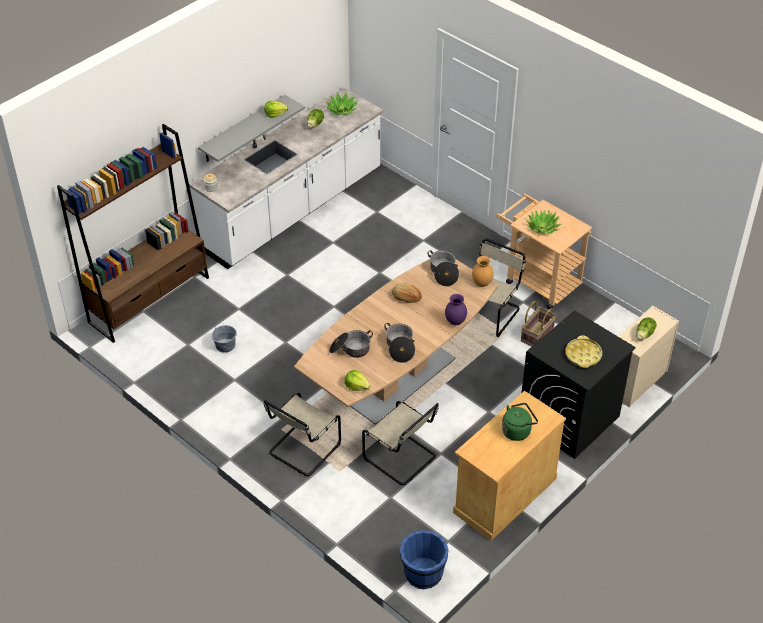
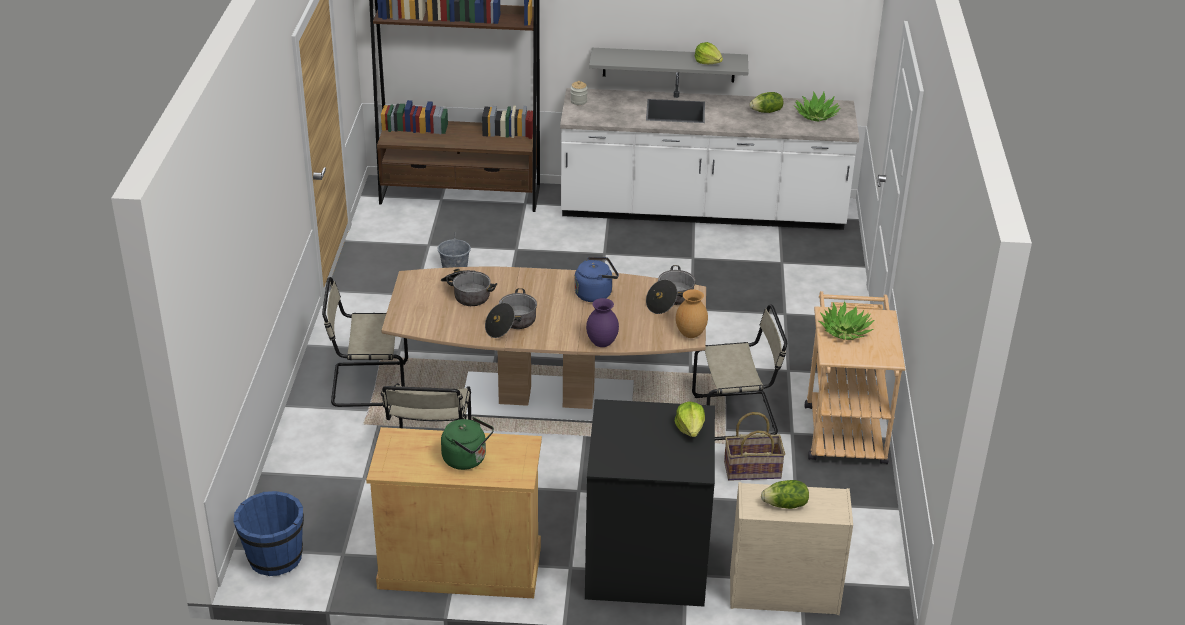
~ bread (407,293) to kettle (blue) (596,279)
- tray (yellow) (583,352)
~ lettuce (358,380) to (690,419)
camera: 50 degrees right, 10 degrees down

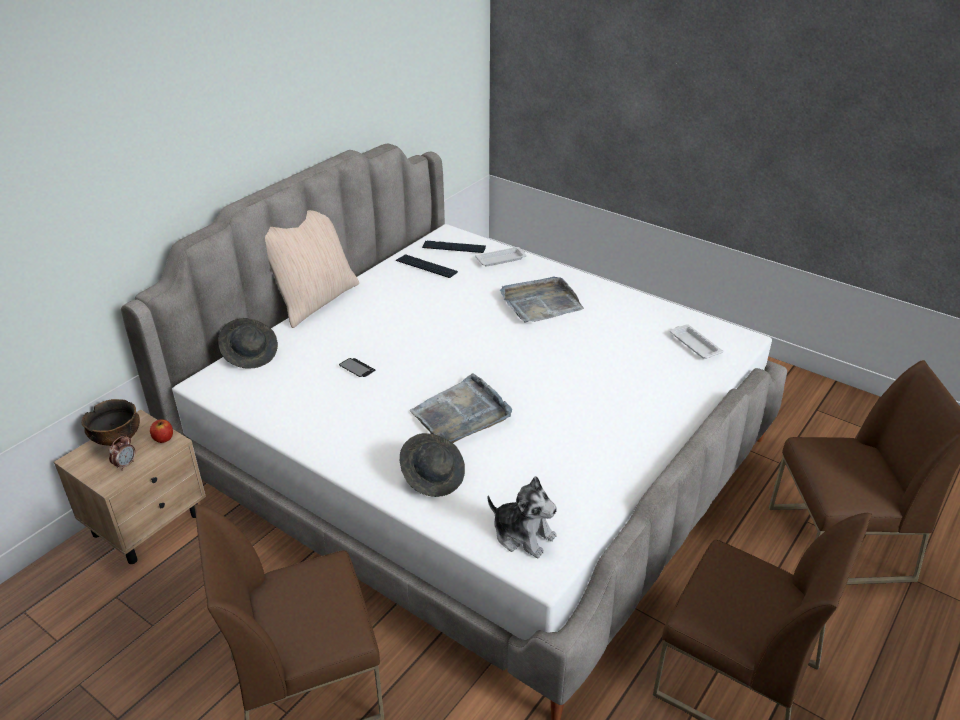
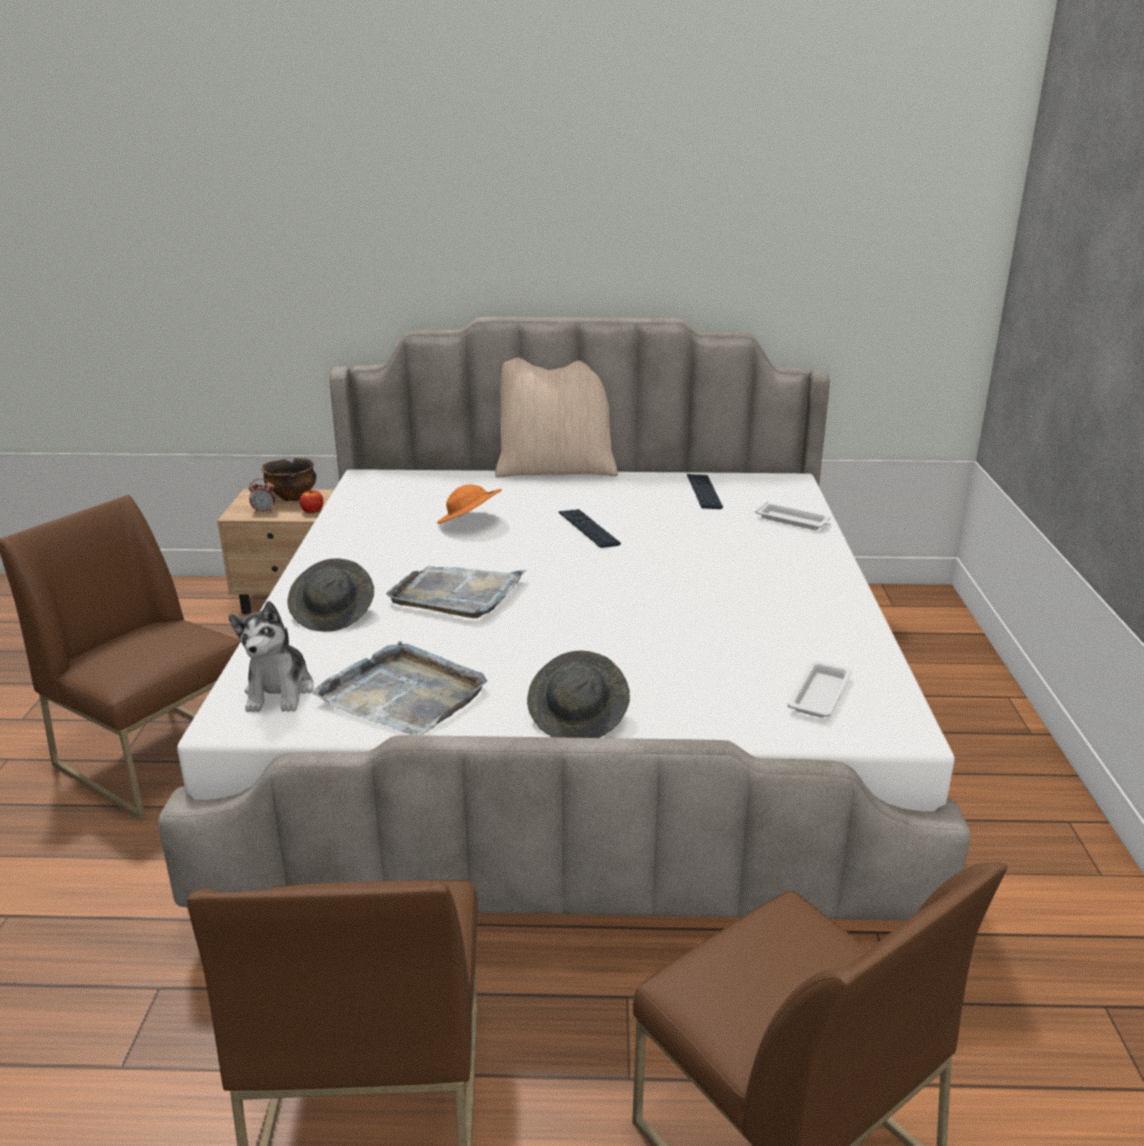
~ keyboard (454,247) to (589,528)
~ tray (grey) (542,299) to (399,688)
~ hat (grey) (248,343) to (578,694)
~ phone (357,367) to hat (orange) (469,504)
camera: 55 degrees right, 10 degrees down

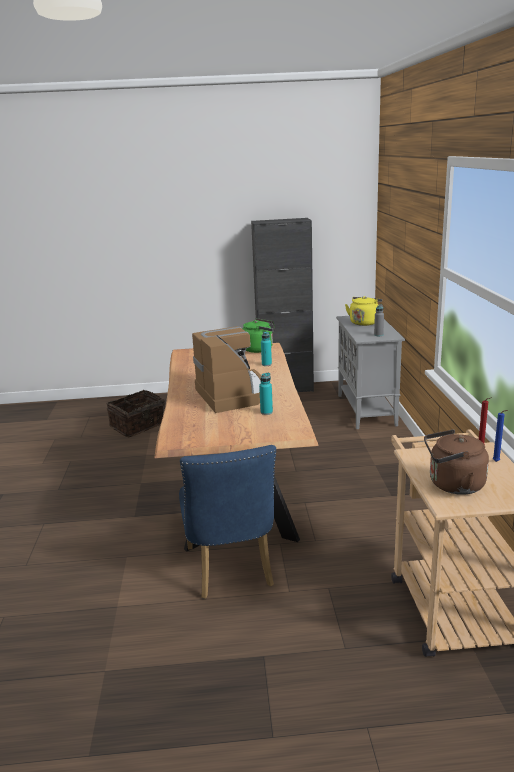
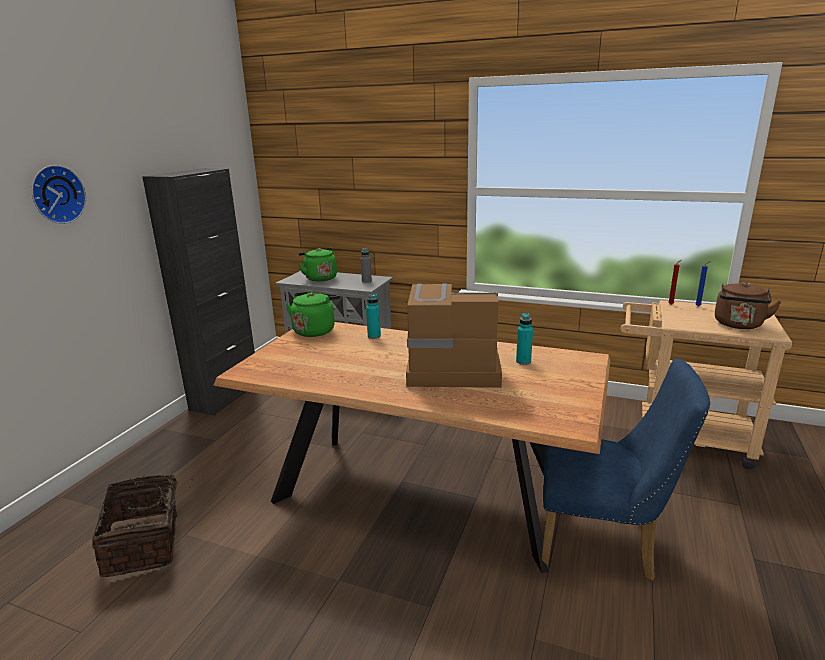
~ kettle (yellow) (363,311) to kettle (green) (317,265)
+ wall clock (58,194)
camera: 65 degrees left, 0 degrees up

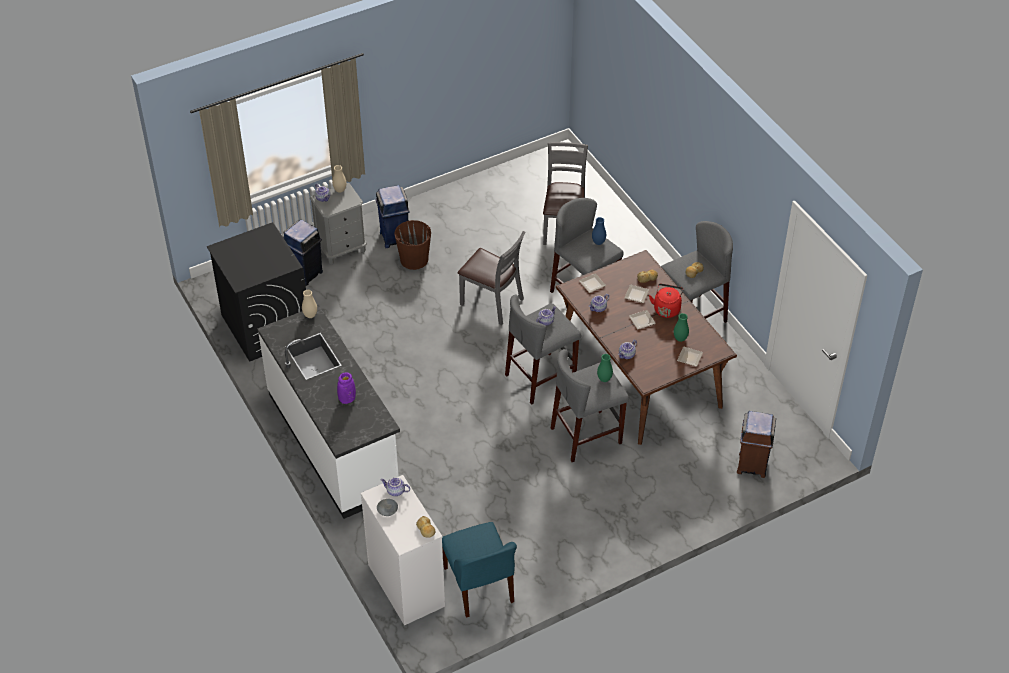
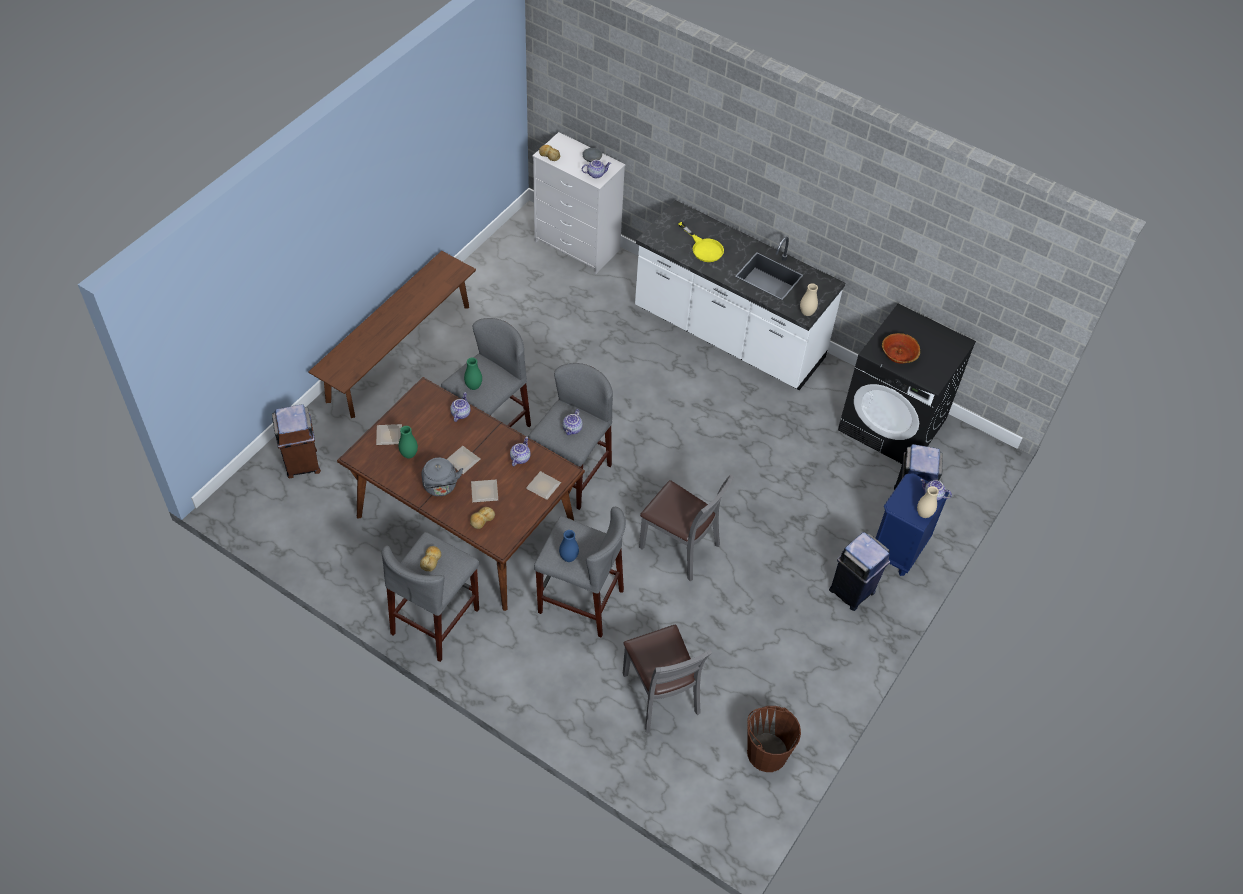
~ nightstand (grey) (338,223) to nightstand (blue) (912,524)
~ bucket (brown) (412,245) to (774,739)
~ chair (grey) (491,278) = (686,528) 150 degrees counterclockwise
~ kettle (red) (666,300) to kettle (grey) (442,477)
~ vase (purple) (346,388) to frying pan (yellow) (701,242)
- chair (blue) (479,570)
+ bench (brown) (392,334)
+ bowl (901,348)
camera: 150 degrees right, 5 degrees up

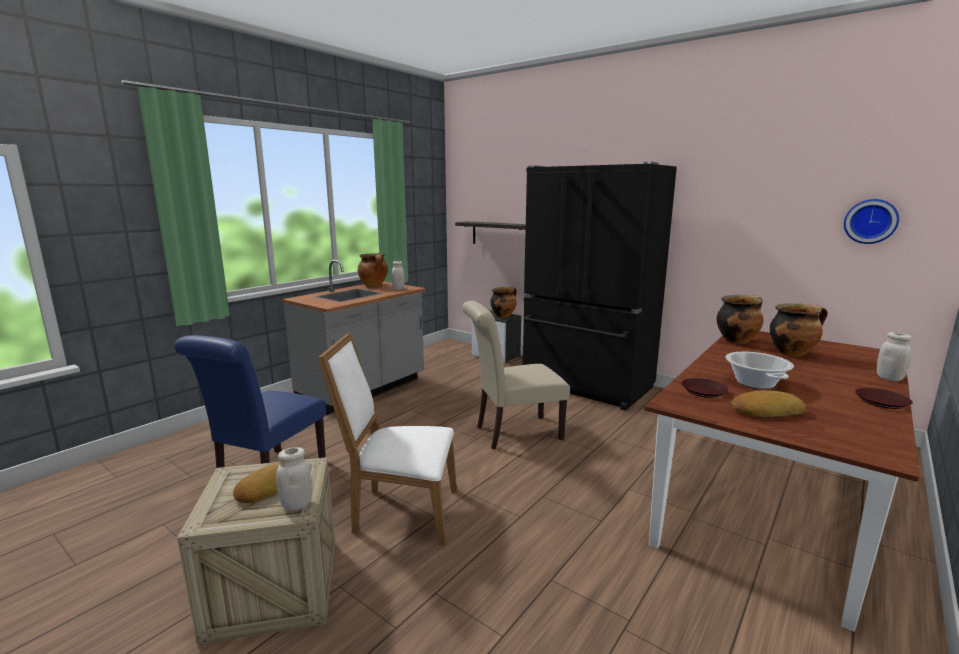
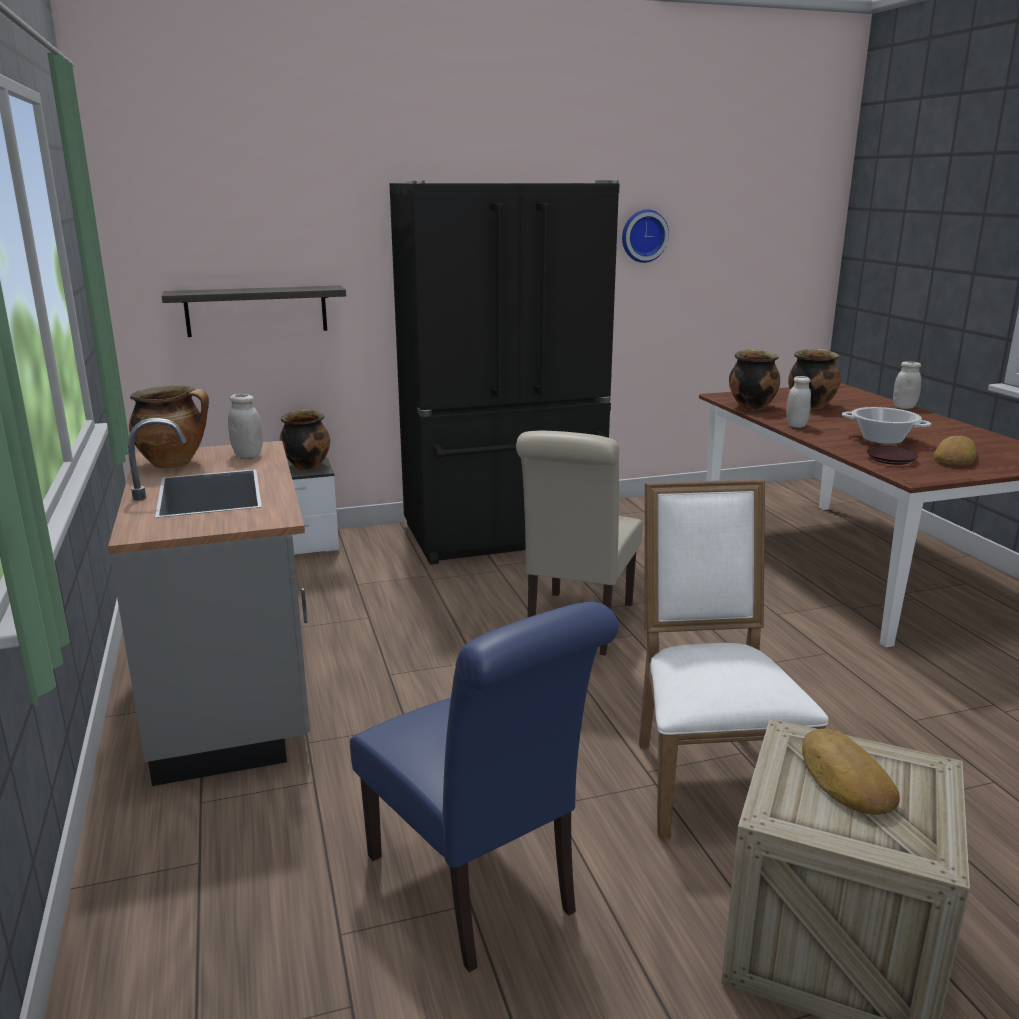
~ wall clock (871,221) to (645,236)
~ chair (white) (387,439) = (734,659) 135 degrees clockwise
- plate (brown) (884,398)
~ jar (white) (294,479) to (798,402)
camera: 55 degrees left, 5 degrees up

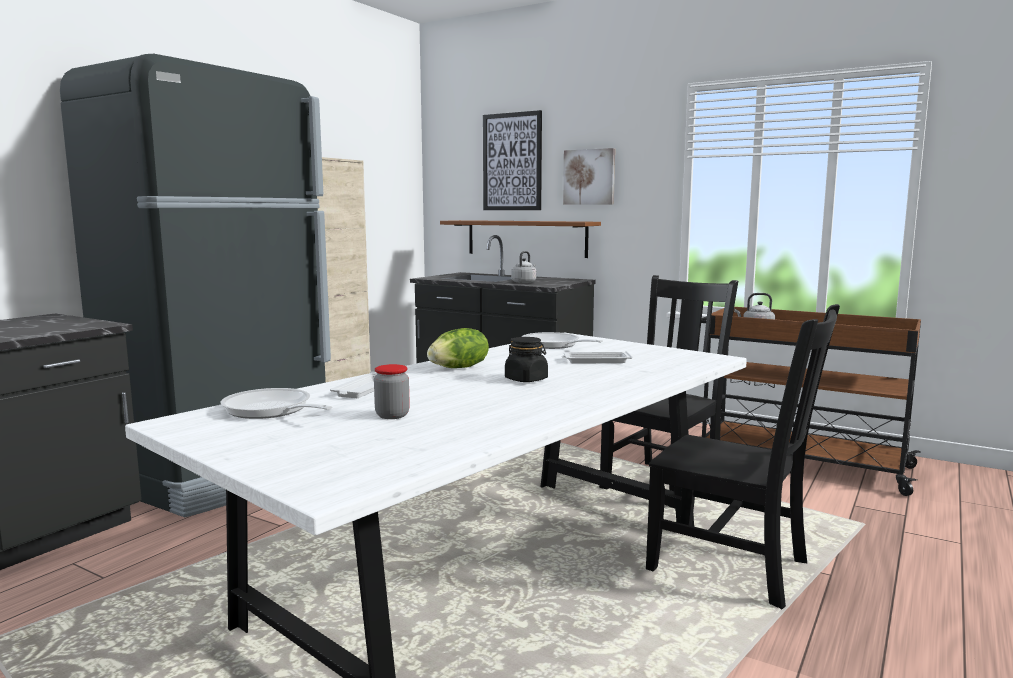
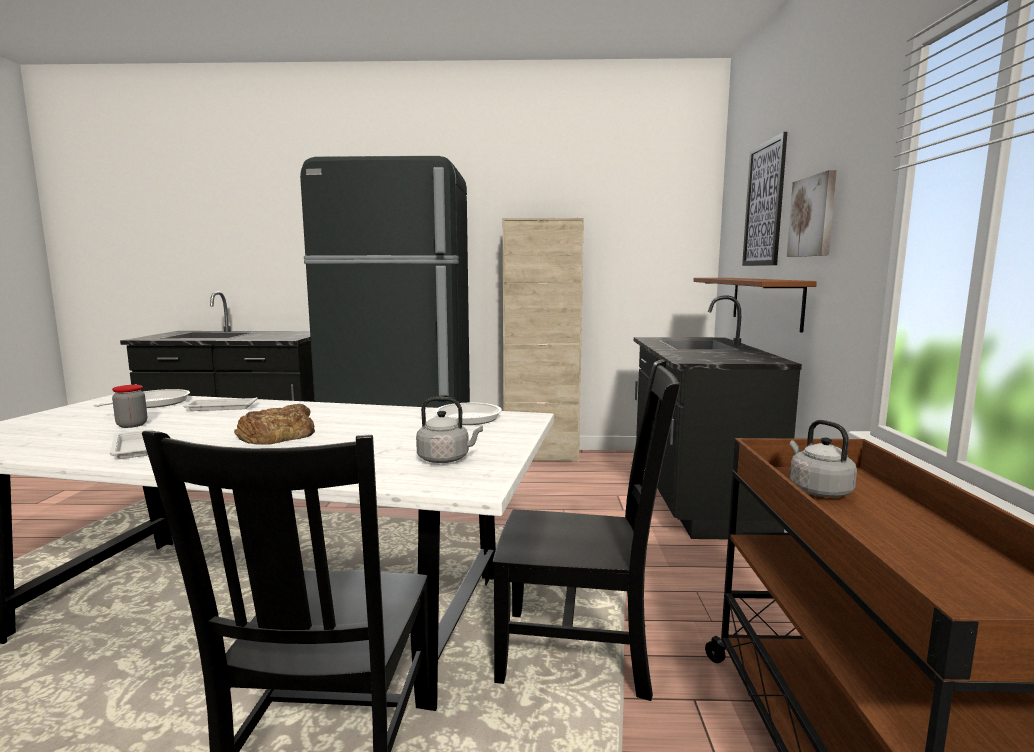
~ kettle (grey) (523,267) to (449,430)
- lettuce (458,348)
~ jar (black) (526,359) to bread (274,424)
~ tray (white) (597,357) to (132,444)
camera: 60 degrees right, 0 degrees up

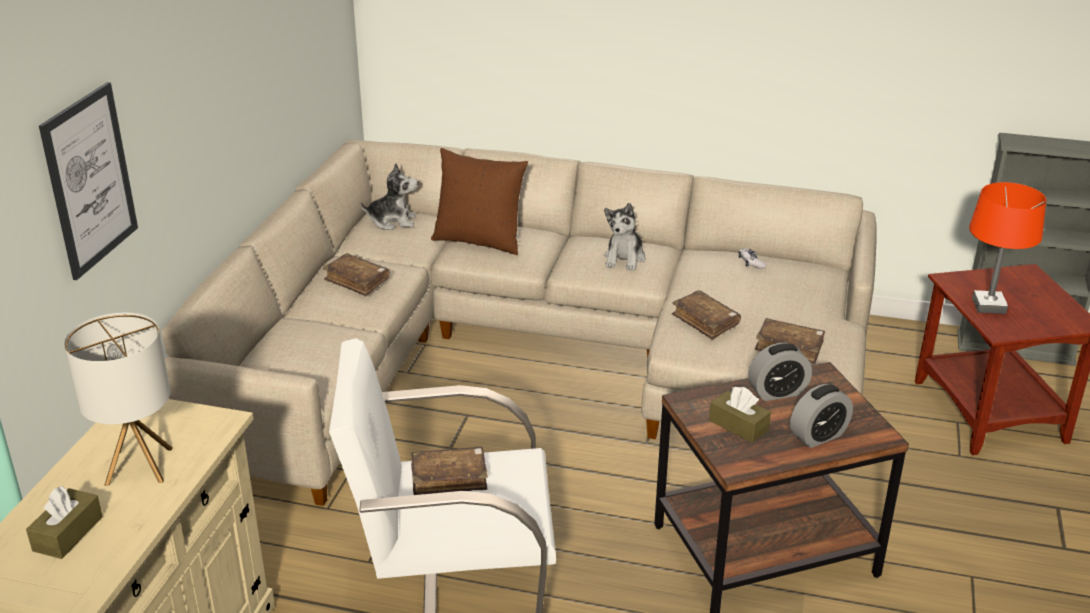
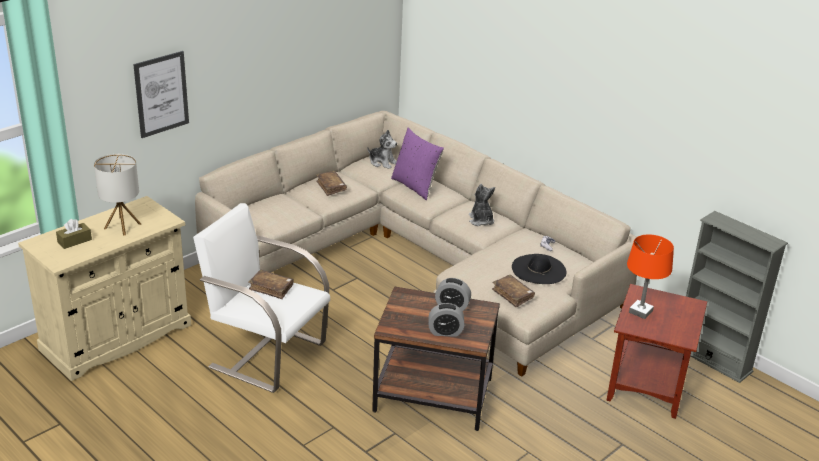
~ pillow (brown) (479,201) to pillow (purple) (417,164)
~ plush toy (624,237) = (482,205) 120 degrees clockwise
- book (brown) (706,315)
- tissue box (brown) (740,415)
+ hat (black) (539,269)
camera: 30 degrees right, 0 degrees up

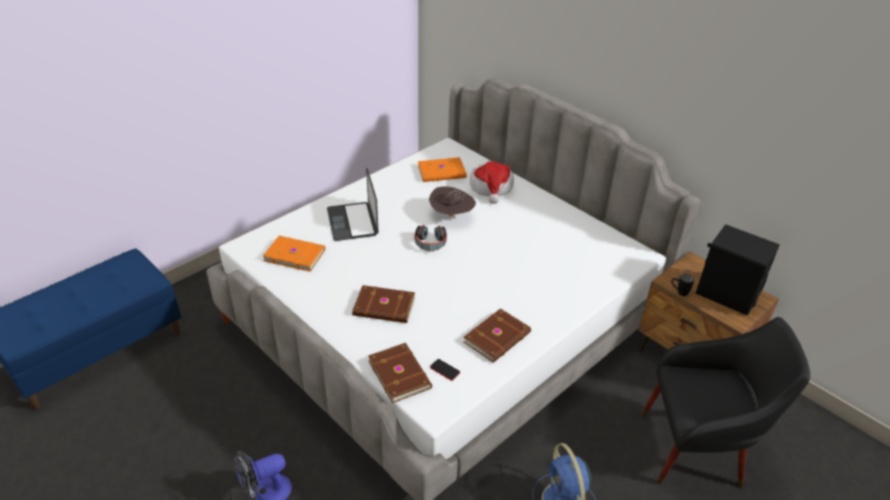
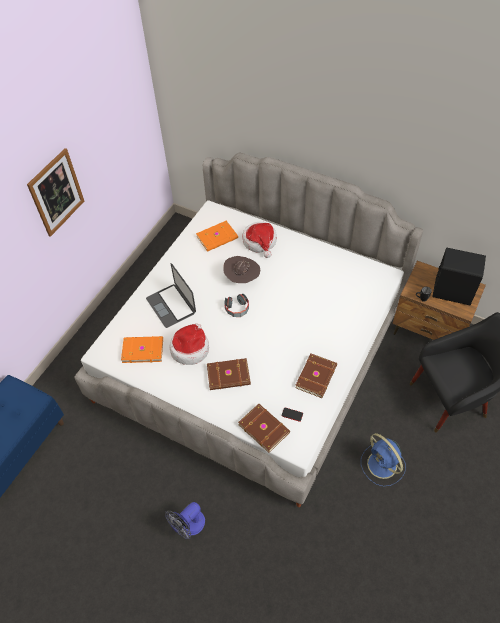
+ picture (55,192)
+ hat (189,344)
camera: 15 degrees left, 15 degrees up

